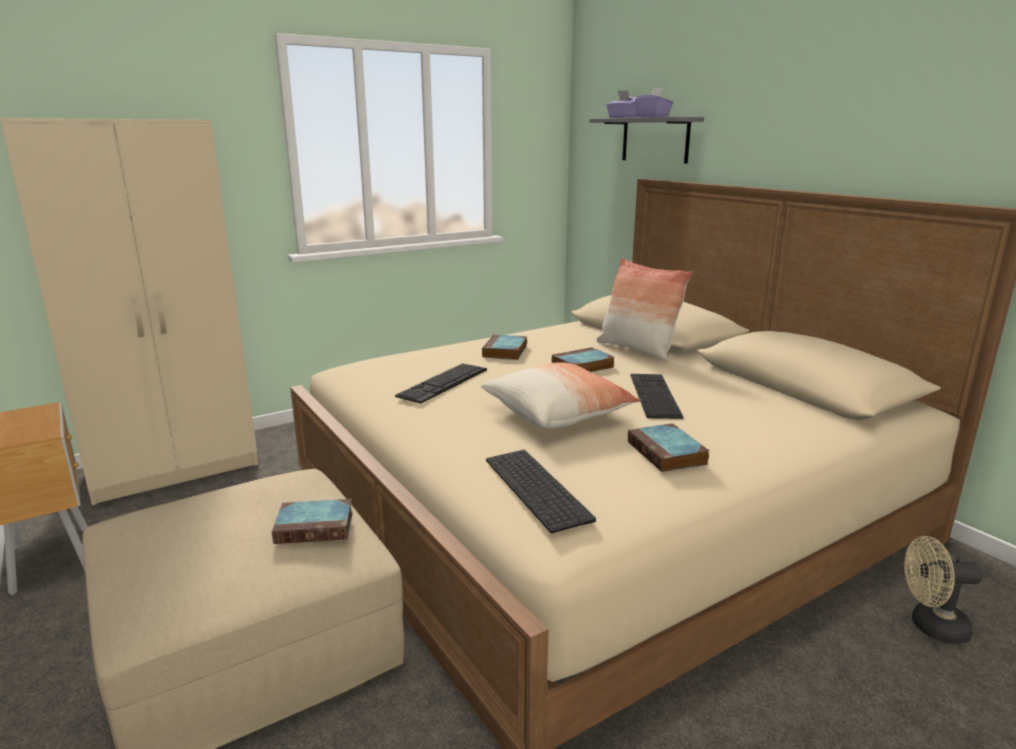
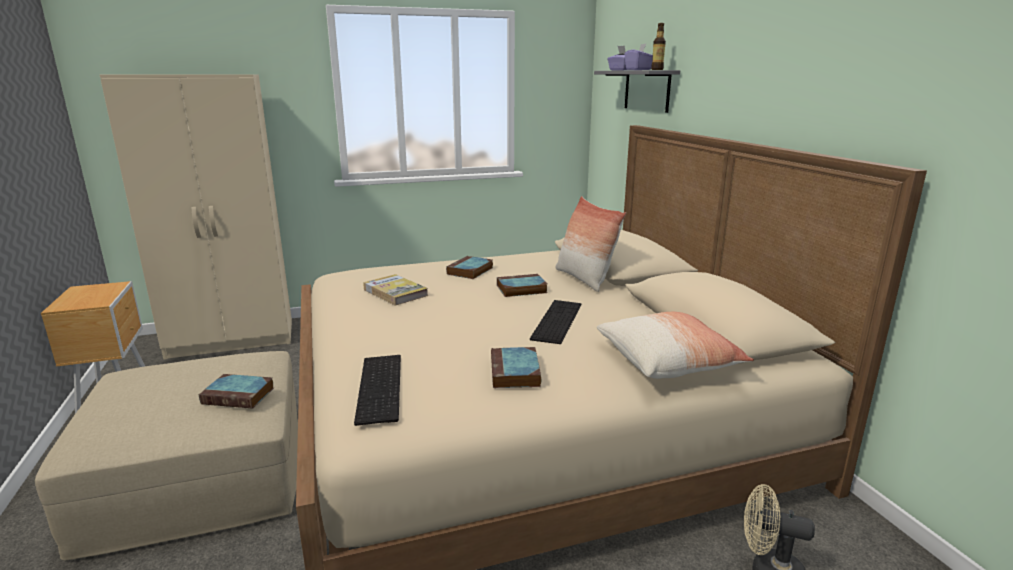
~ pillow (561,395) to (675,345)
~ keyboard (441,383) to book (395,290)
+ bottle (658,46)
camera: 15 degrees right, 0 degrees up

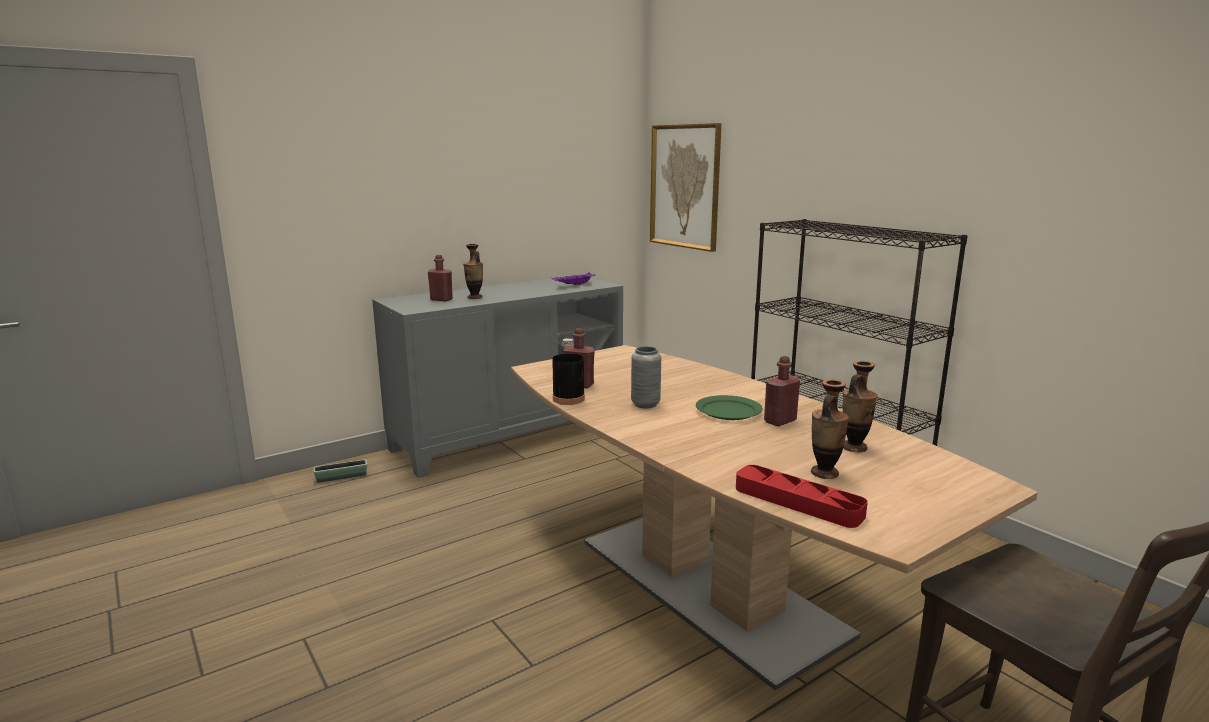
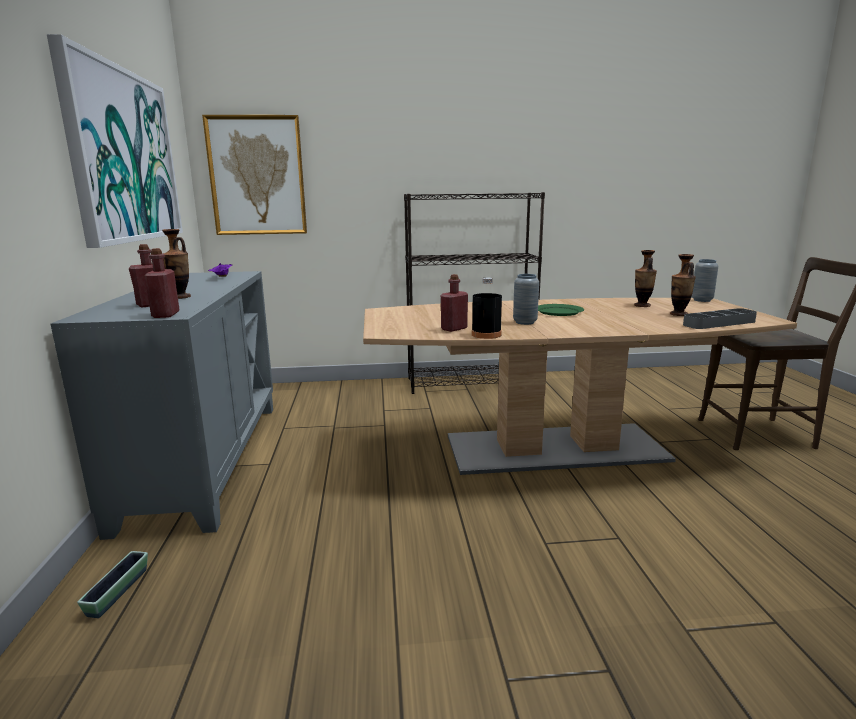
~ bottle (red) (782,391) to (162,283)
~ tray (red) (802,496) to tray (grey) (720,318)
+ picture (115,141)
+ vase (grey) (705,280)
camera: 60 degrees left, 0 degrees up

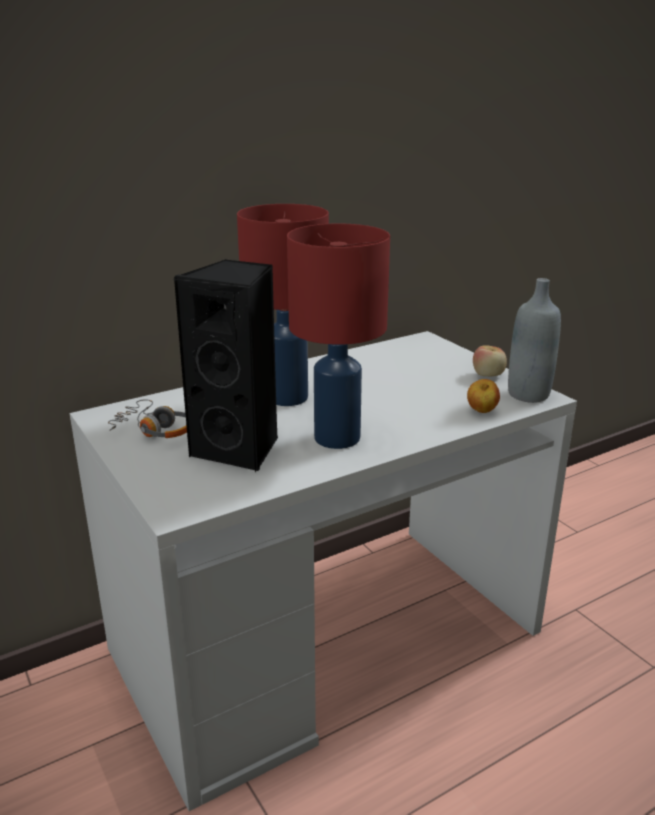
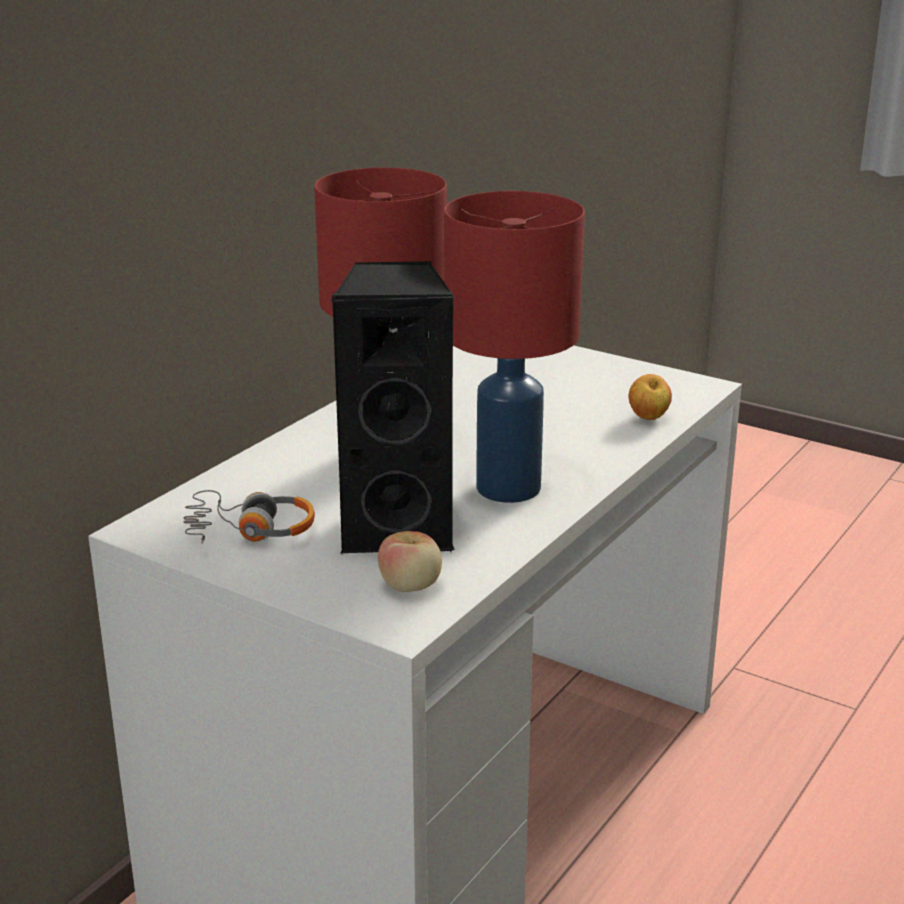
- bottle (grey) (534,340)
~ apple (490,360) to (410,561)
camera: 25 degrees left, 0 degrees up

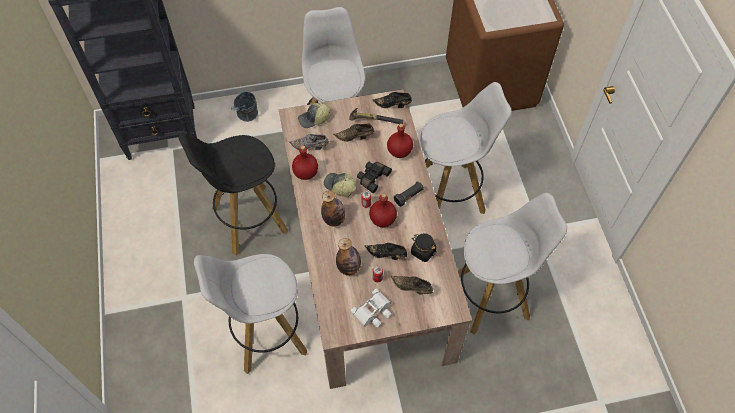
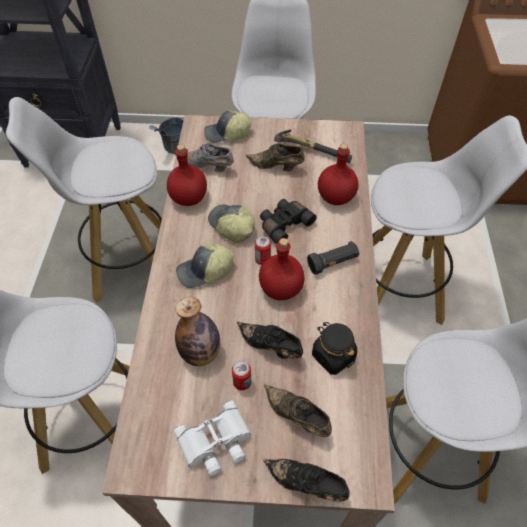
~ shoe (black) (392,100) to (306,480)
~ stool (black) (233,194) to stool (white) (84,200)
~ bottle (333,208) to cap (205,266)
camera: 15 degrees right, 5 degrees down

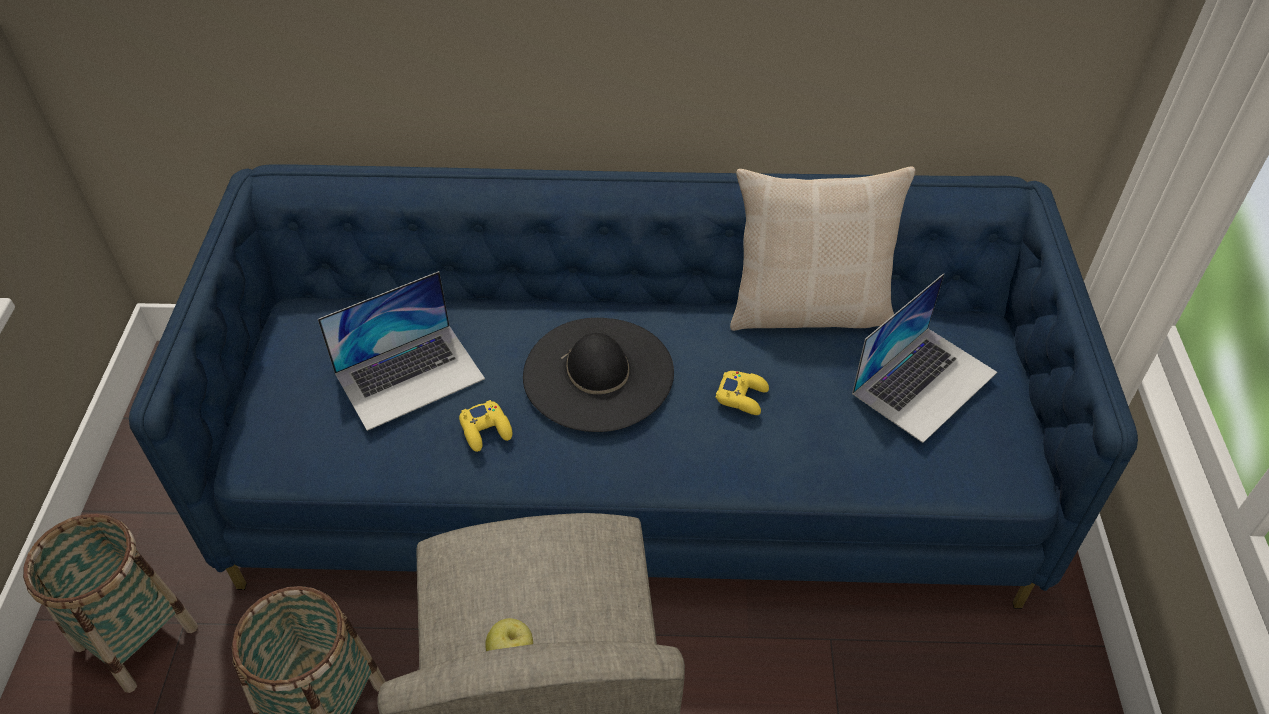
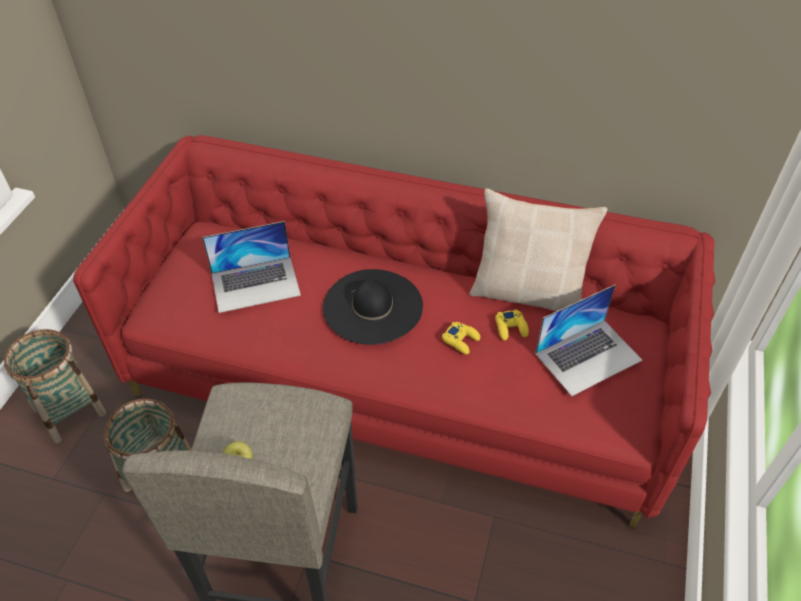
~ sofa (blue) (633,386) to sofa (red) (394,332)
~ game controller (yellow) (486,426) to (512,325)
camera: 15 degrees right, 0 degrees up

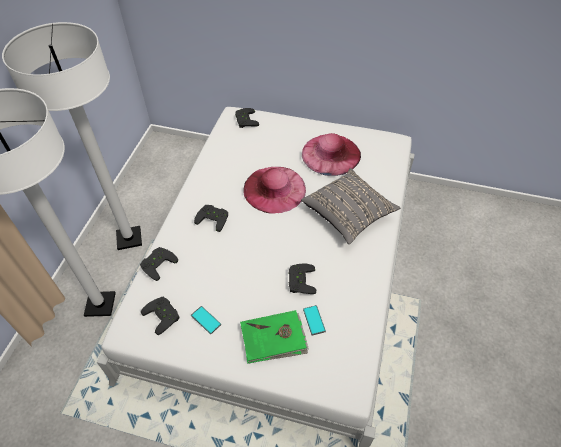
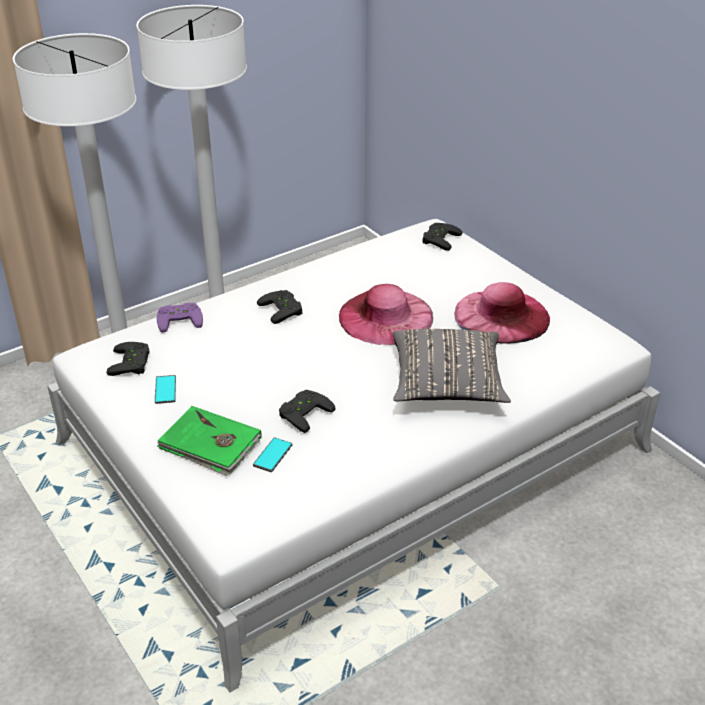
~ game controller (black) (159,264) to game controller (purple) (180,318)
camera: 40 degrees right, 15 degrees down

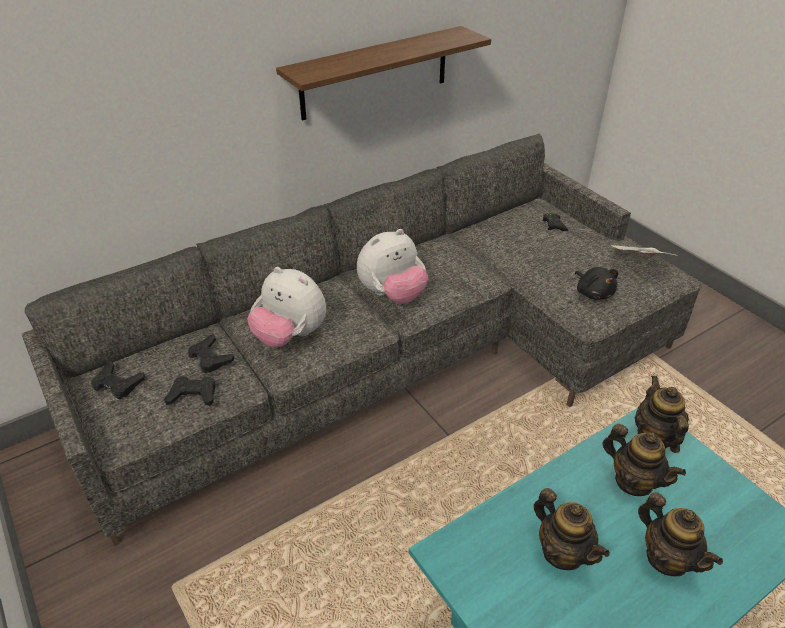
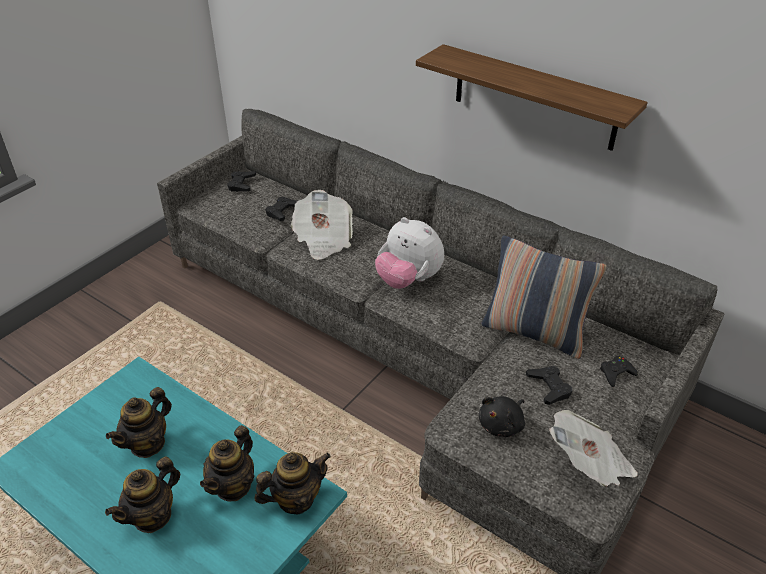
~ plush toy (287,307) to newspaper (322,225)
~ game controller (black) (190,391) to (549,385)
+ pillow (544,297)
camera: 70 degrees right, 0 degrees up

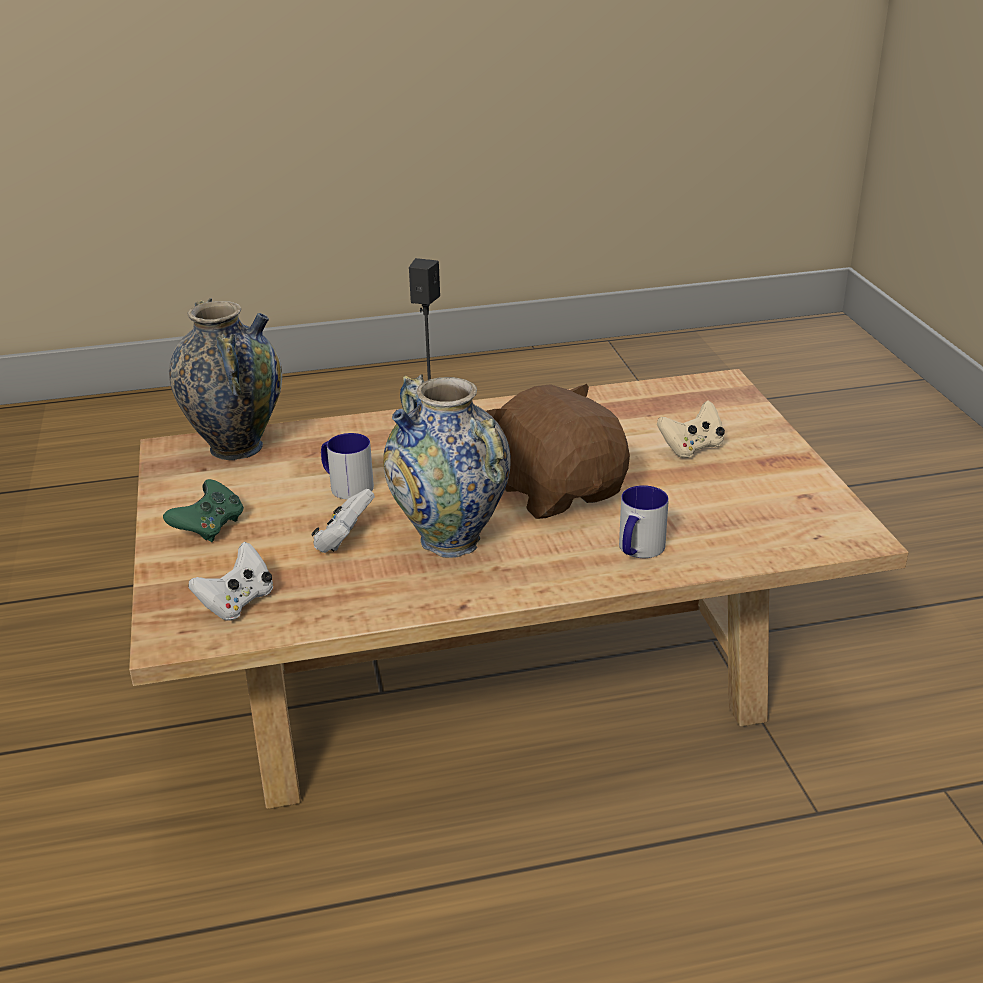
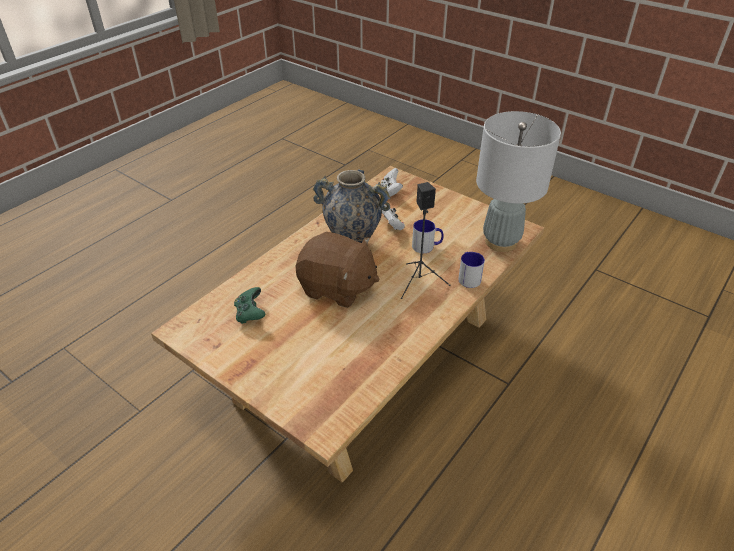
~ vase (225,379) to table lamp (grey) (518,181)
- game controller (beige) (691,429)
~ game controller (green) (203,510) to (249,305)
~ mug (644,521) to (471,270)
camera: 140 degrees right, 10 degrees up

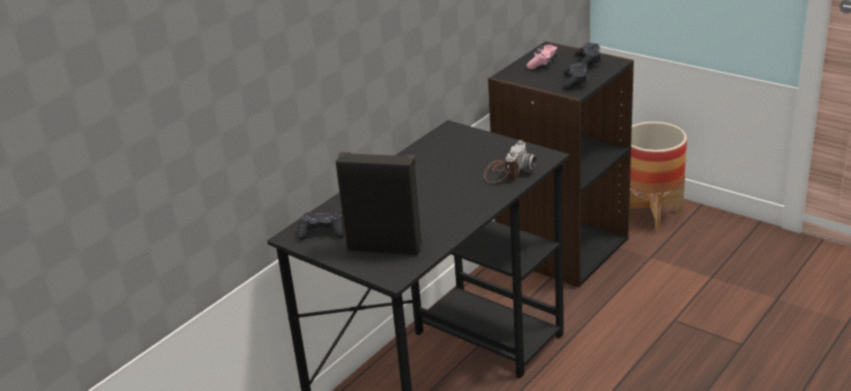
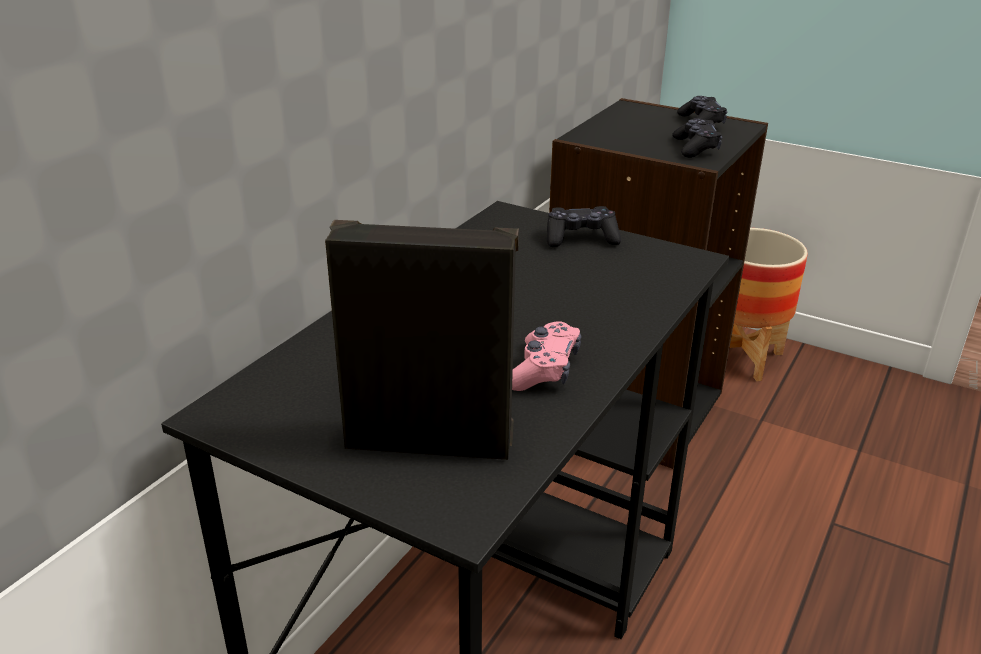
~ game controller (pink) (542,57) to (546,356)
- photo camera (510,161)
~ game controller (black) (321,225) to (584,226)
camera: 10 degrees left, 0 degrees up

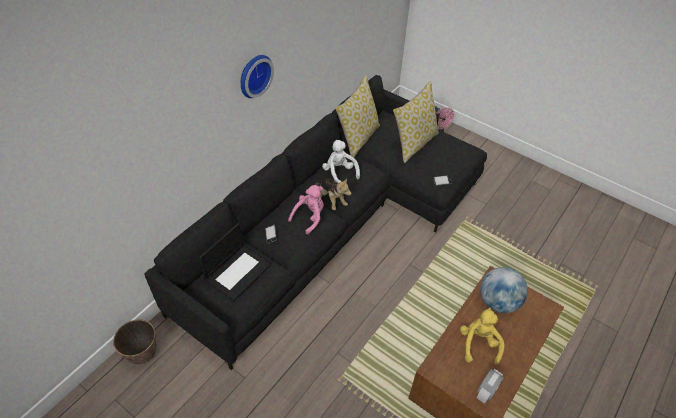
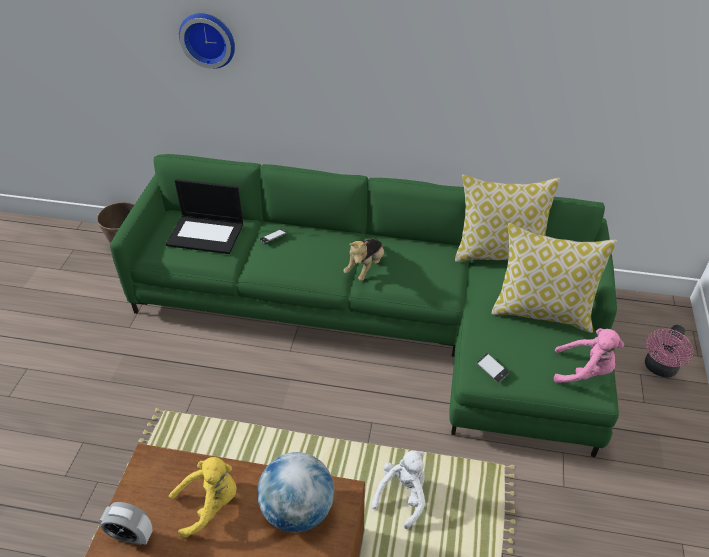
~ wall clock (257,76) to (207,41)
~ sofa (black) (315,222) to sofa (green) (364,305)
~ plush toy (white) (341,161) to (398,490)
~ plush toy (pink) (306,209) to (589,356)
camera: 65 degrees right, 5 degrees down

